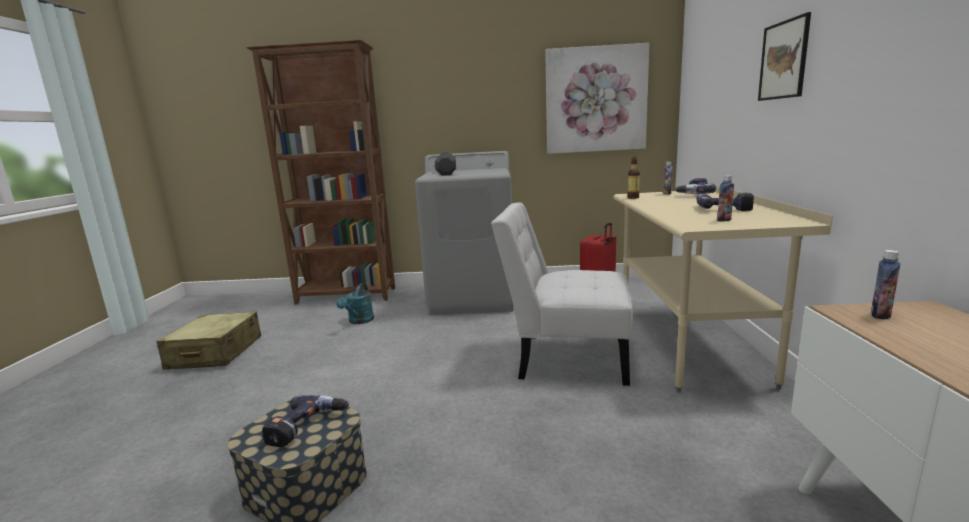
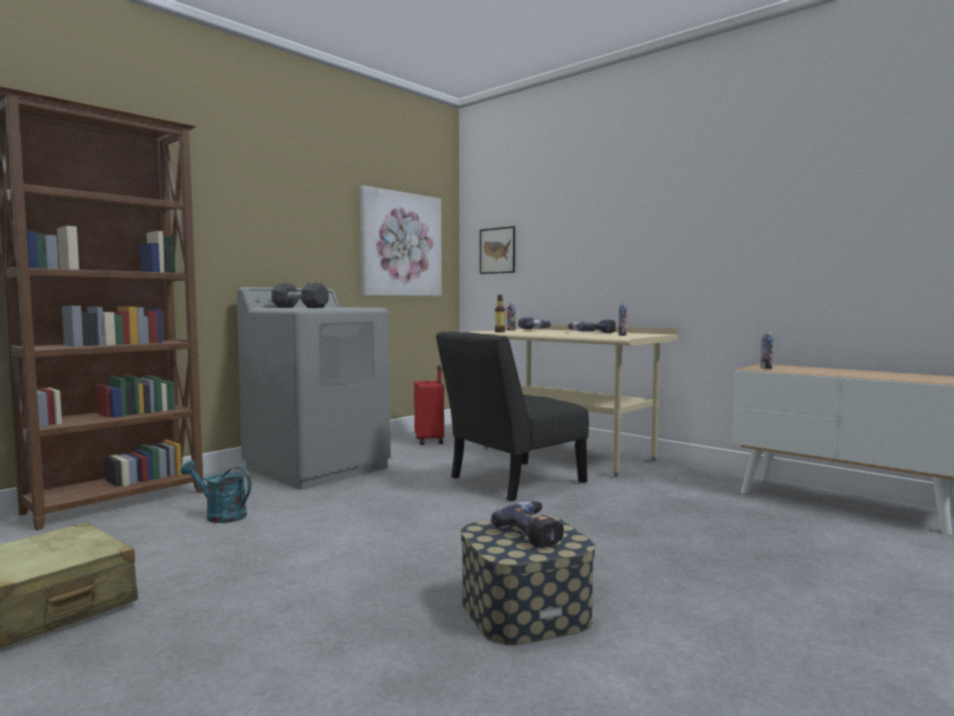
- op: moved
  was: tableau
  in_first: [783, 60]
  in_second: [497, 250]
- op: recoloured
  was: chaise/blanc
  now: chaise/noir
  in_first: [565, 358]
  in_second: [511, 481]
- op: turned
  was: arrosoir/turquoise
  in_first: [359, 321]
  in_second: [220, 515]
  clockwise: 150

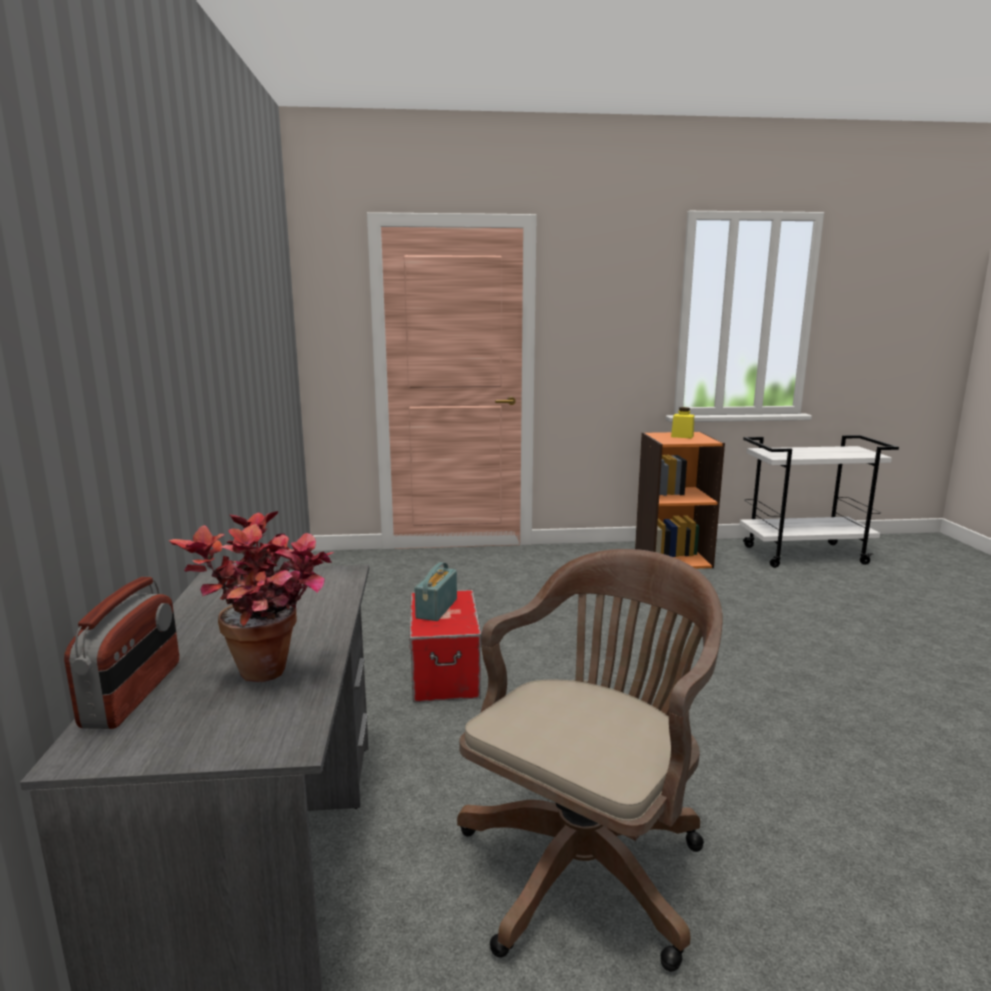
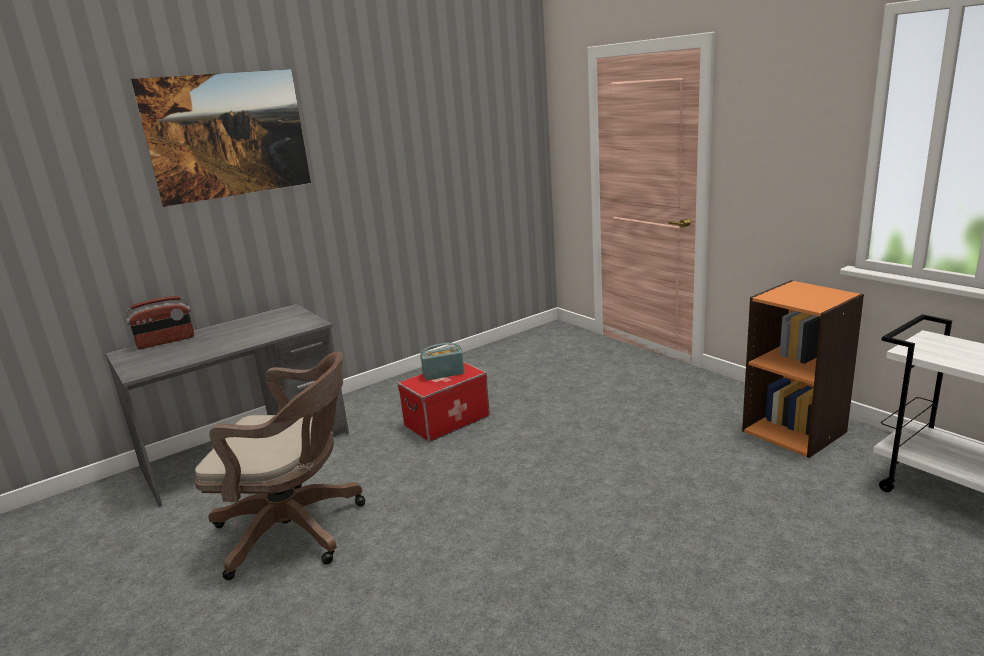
- op: removed
  was: bocal/jaune
  in_first: [682, 436]
- op: removed
  was: plante en pot
  in_first: [273, 678]
- op: added
  now: tableau
  in_second: [235, 165]

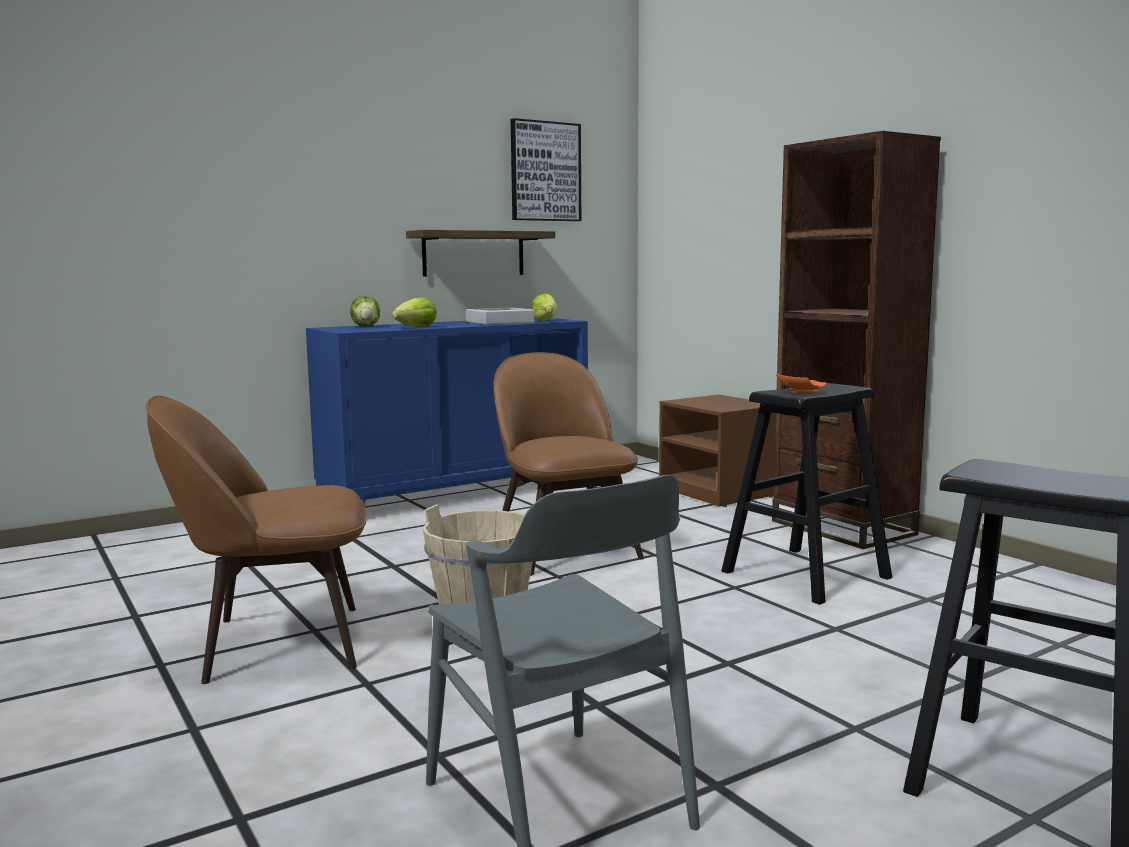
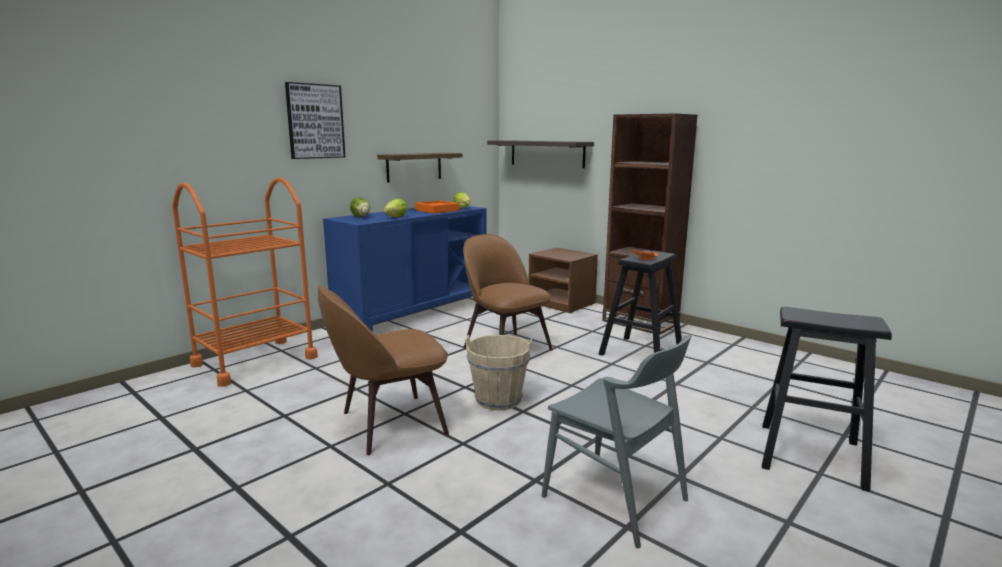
- op: moved
  was: tableau
  in_first: [545, 171]
  in_second: [315, 121]
- op: recoloured
  was: plateau/gris
  now: plateau/orange
  in_first: [499, 322]
  in_second: [437, 210]
- op: added
  now: étagère
  in_second: [547, 153]
- op: added
  now: chariot/orange
  in_second: [255, 361]

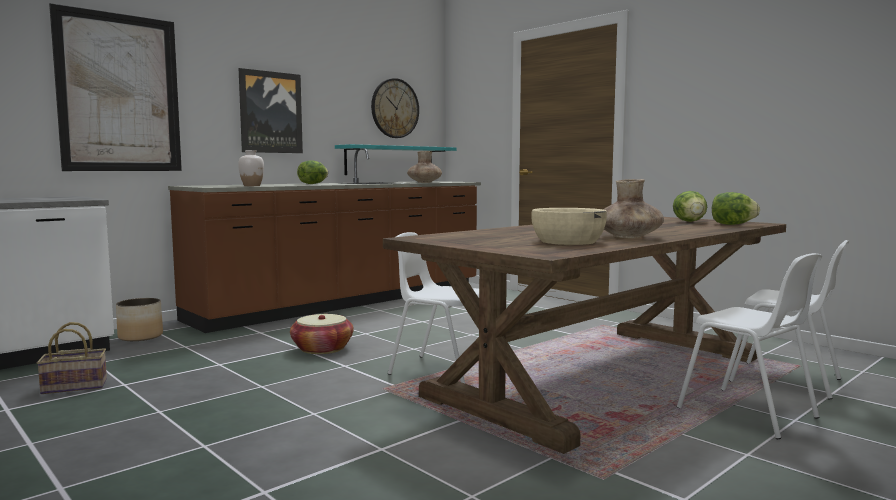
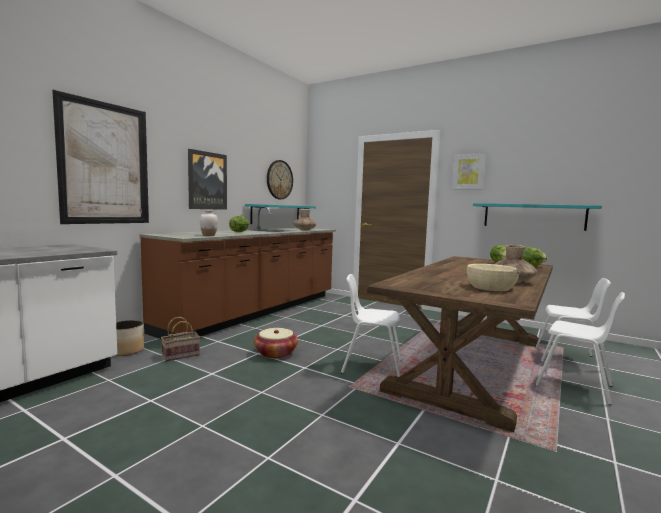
- op: moved
  was: panier
  in_first: [76, 386]
  in_second: [181, 355]
- op: added
  now: tableau
  in_second: [468, 171]
- op: added
  now: étagère/turquoise
  in_second: [533, 216]

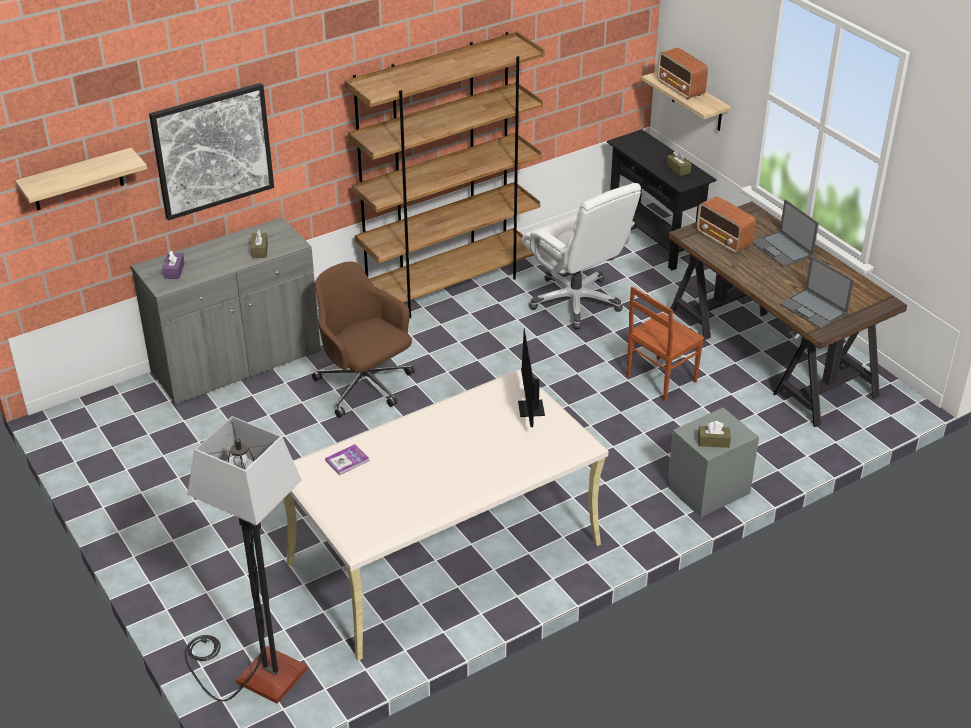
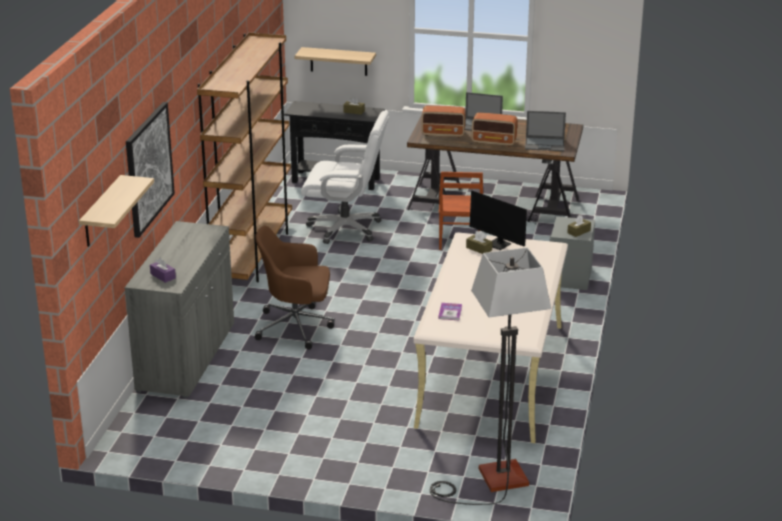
- op: moved
  was: radio
  in_first: [681, 89]
  in_second: [494, 142]
- op: moved
  was: boîte à mouchoirs/marron
  in_first: [259, 250]
  in_second: [479, 249]

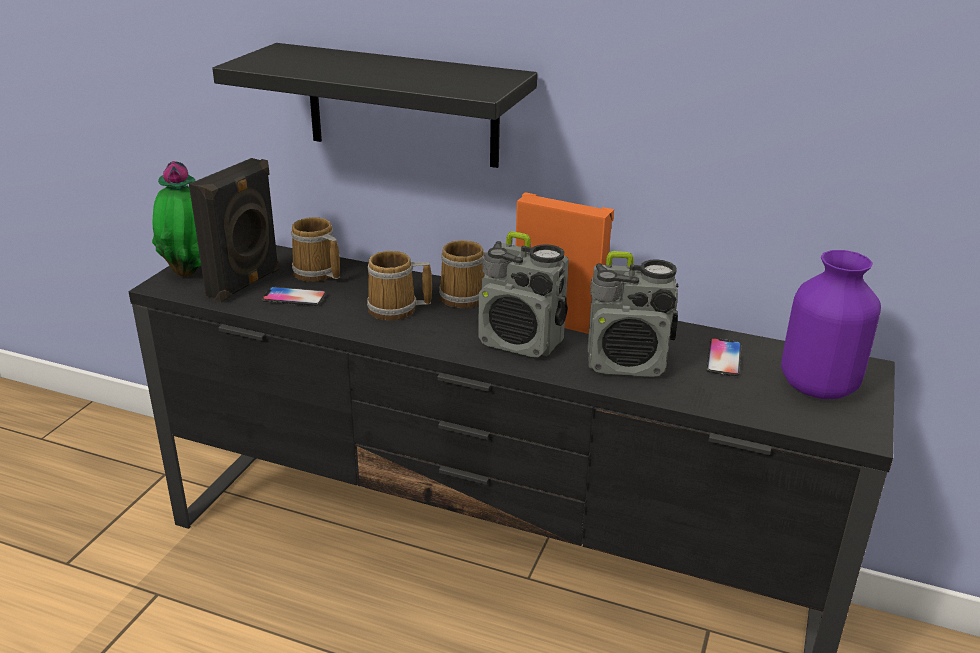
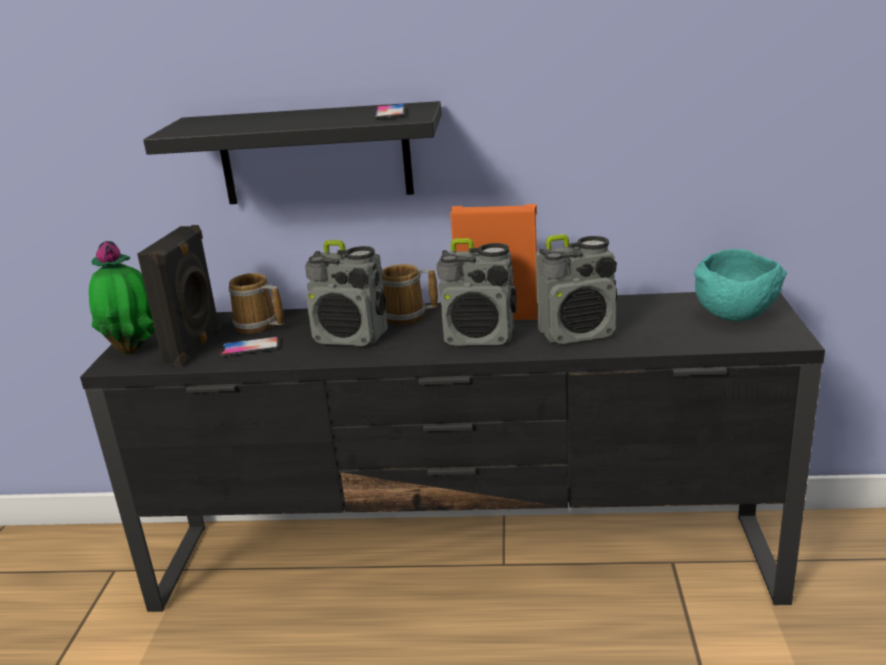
- op: replaced
  was: vase/violet
  now: bol/turquoise
  in_first: [819, 386]
  in_second: [736, 315]
- op: replaced
  was: mug
  now: radio
  in_first: [396, 310]
  in_second: [351, 337]
- op: moved
  was: téléphone
  in_first: [723, 358]
  in_second: [390, 113]

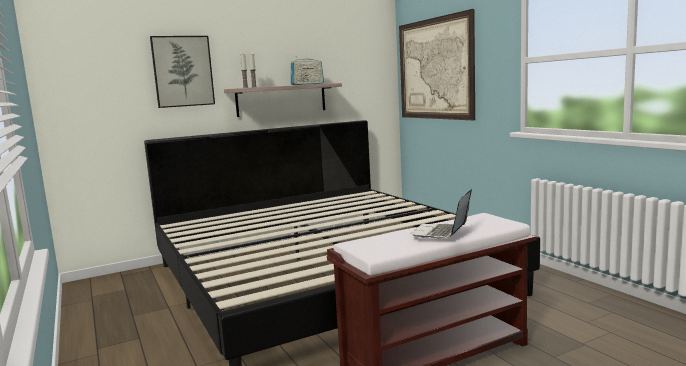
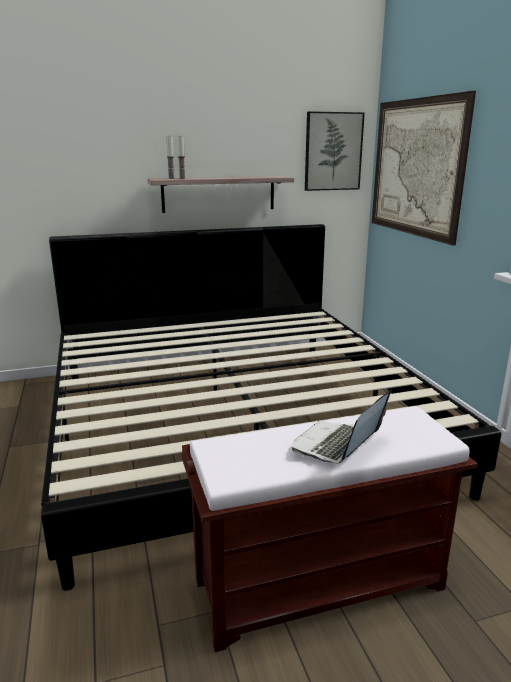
- op: moved
  was: tableau
  in_first: [183, 71]
  in_second: [333, 151]
- op: removed
  was: radio
  in_first: [307, 84]

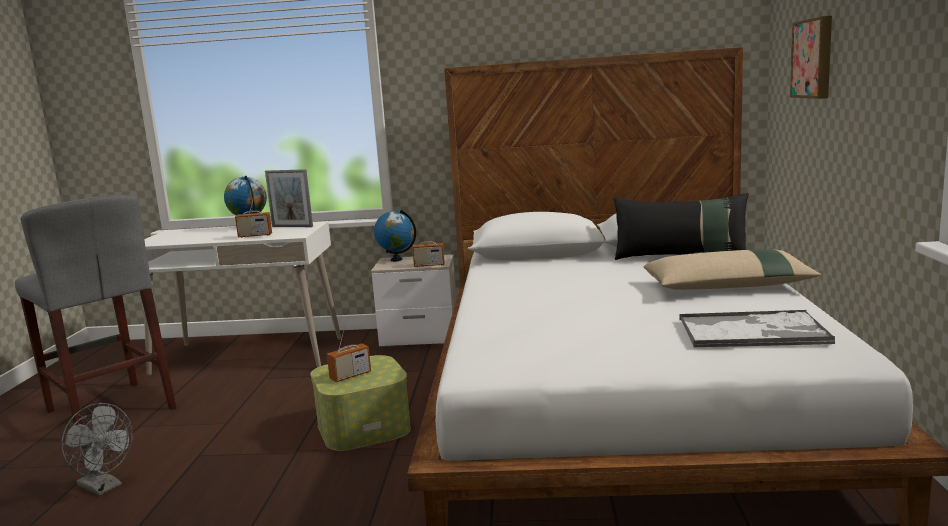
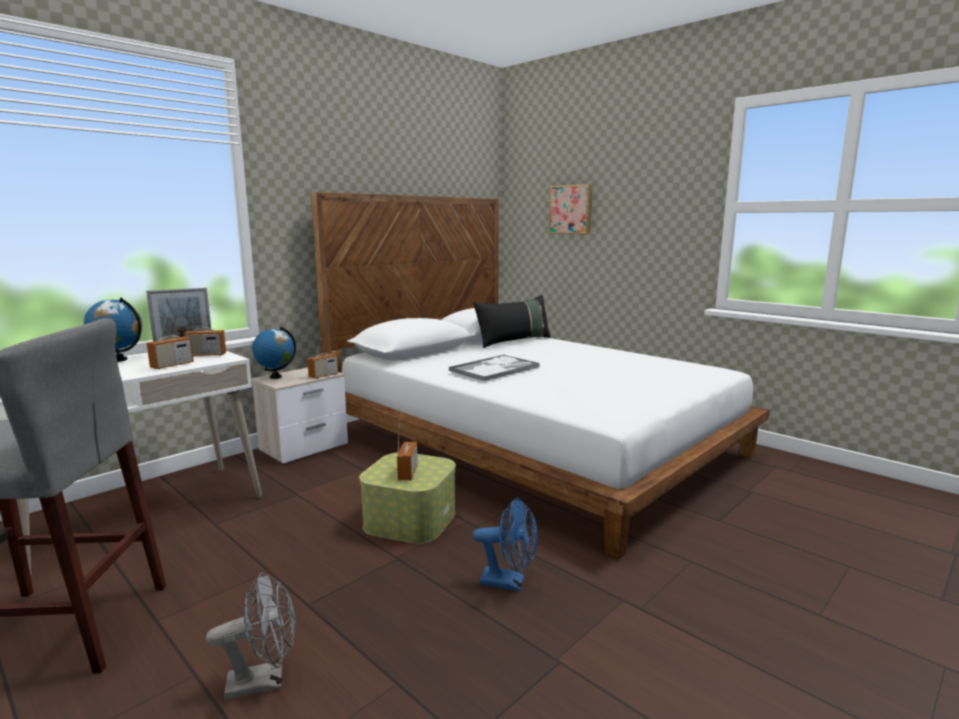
- op: removed
  was: coussin/beige
  in_first: [728, 286]
- op: moved
  was: plateau
  in_first: [753, 331]
  in_second: [495, 369]
- op: added
  now: radio
  in_second: [206, 355]
- op: added
  now: ventilateur/bleu
  in_second: [509, 582]

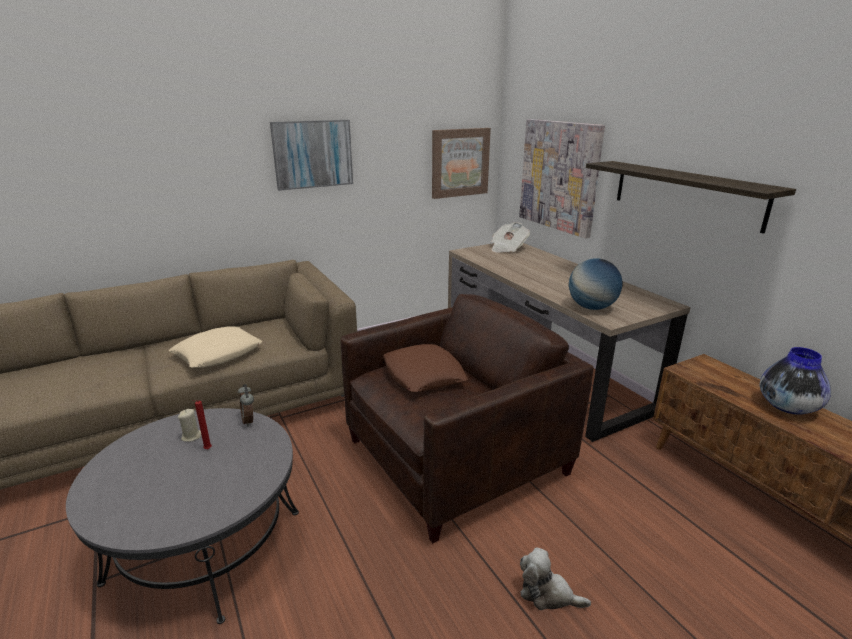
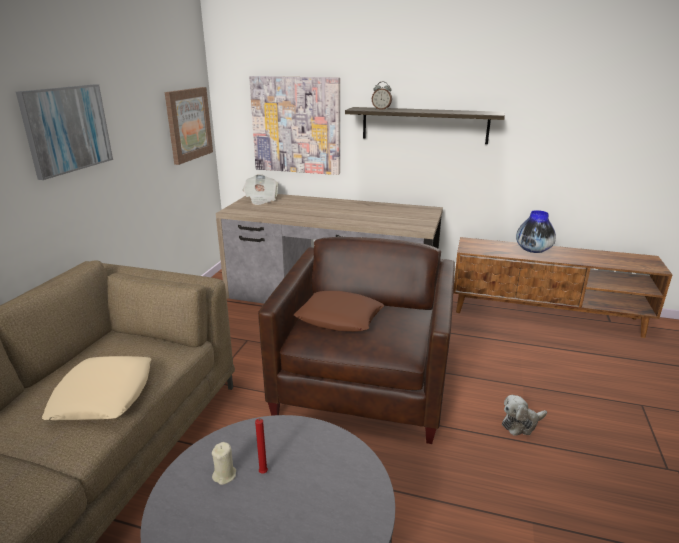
- op: removed
  was: globe
  in_first: [591, 307]
- op: moved
  was: réveil
  in_first: [249, 420]
  in_second: [381, 109]

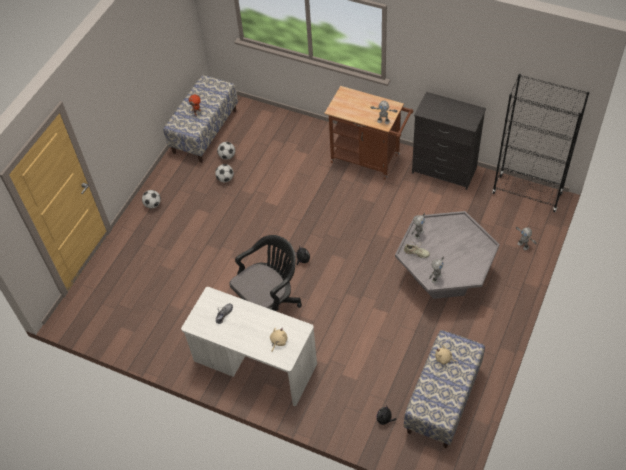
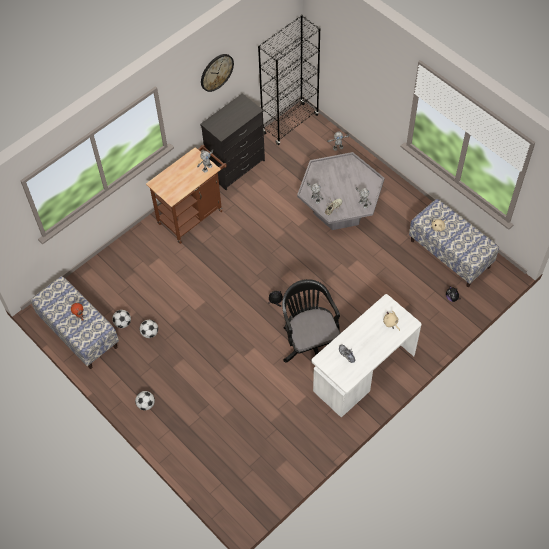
- op: added
  now: horloge murale
  in_second: [216, 72]

